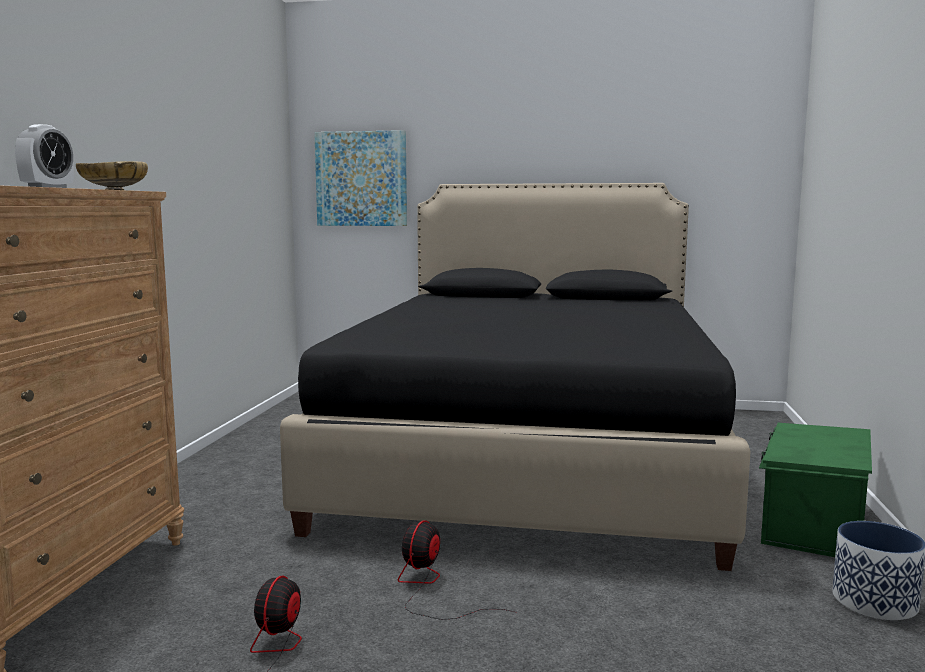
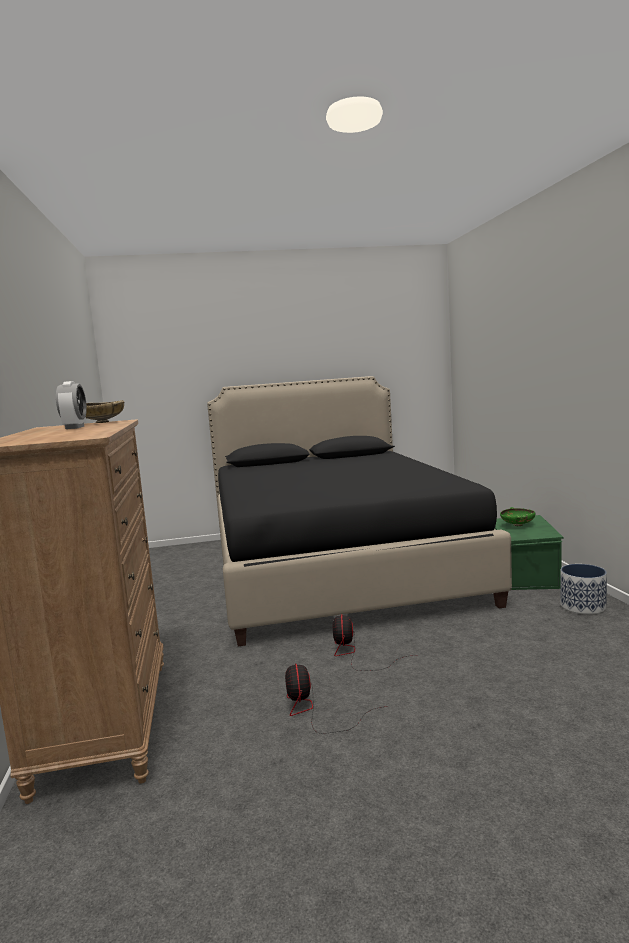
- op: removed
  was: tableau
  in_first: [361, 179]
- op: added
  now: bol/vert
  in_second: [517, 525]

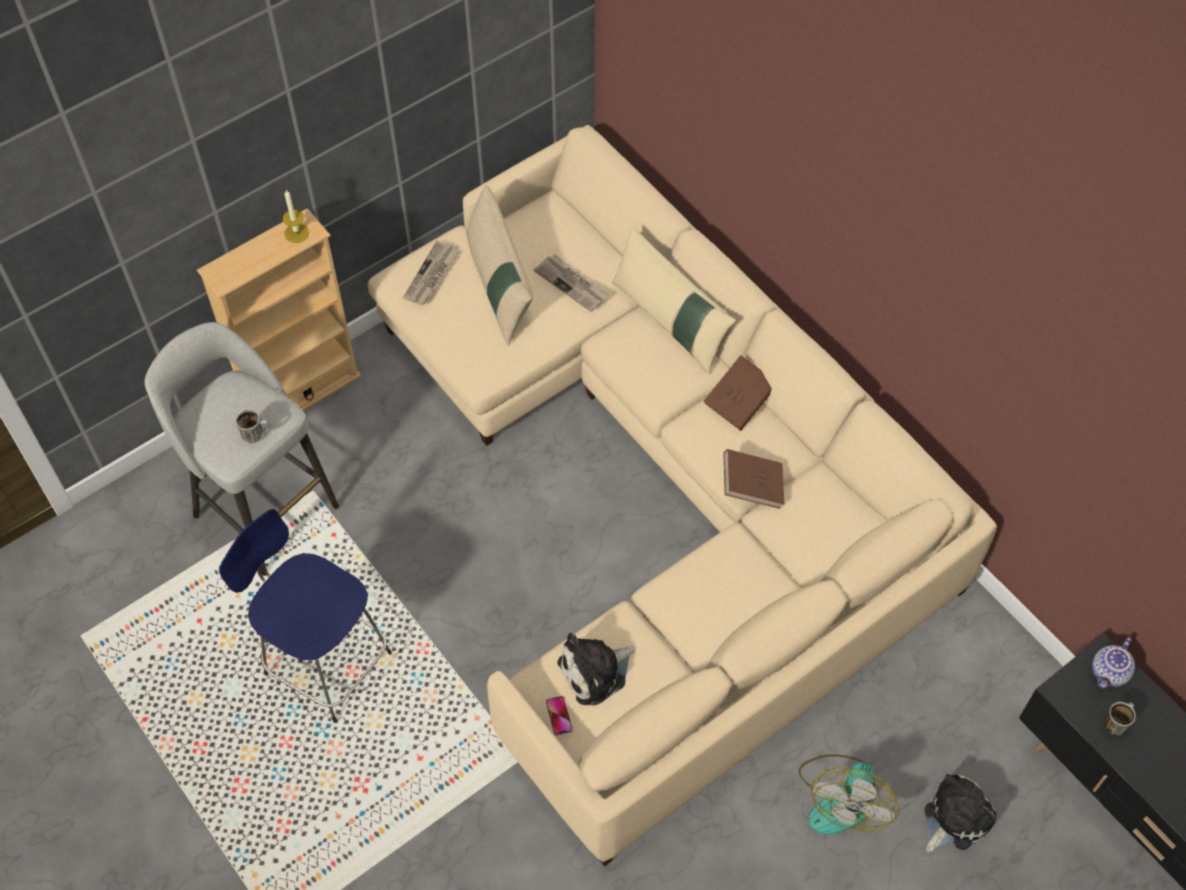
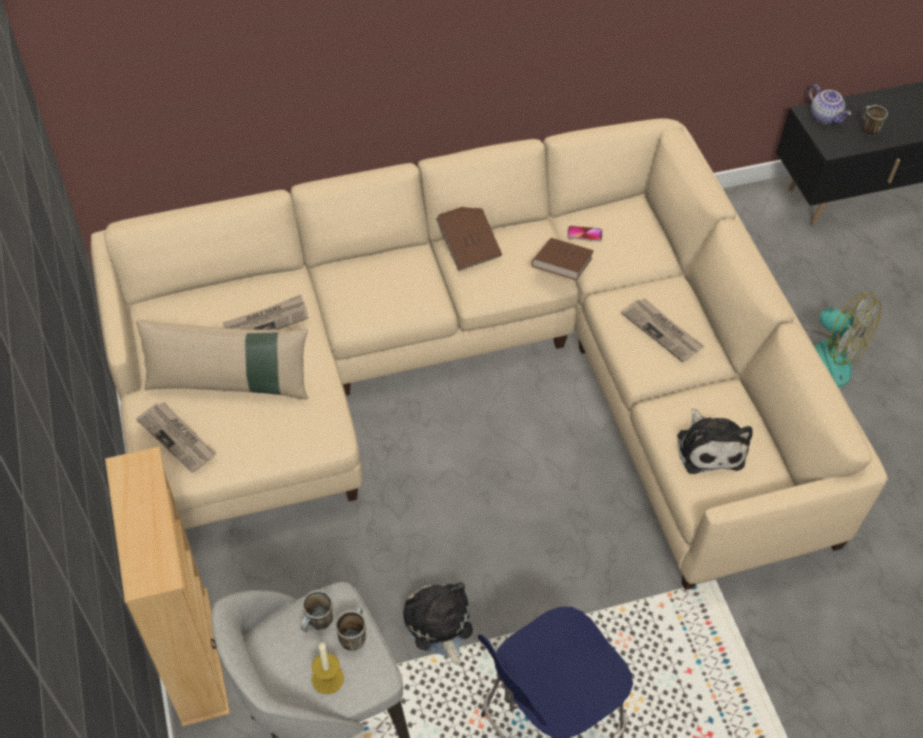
- op: moved
  was: bougie
  in_first: [296, 233]
  in_second: [327, 678]
- op: removed
  was: coussin/beige
  in_first: [670, 322]
- op: moved
  was: téléphone
  in_first: [559, 716]
  in_second: [584, 234]
- op: moved
  was: peluche
  in_first: [954, 818]
  in_second: [439, 626]
- op: added
  now: journal
  in_second: [662, 331]
- op: added
  now: mug
  in_second: [318, 624]

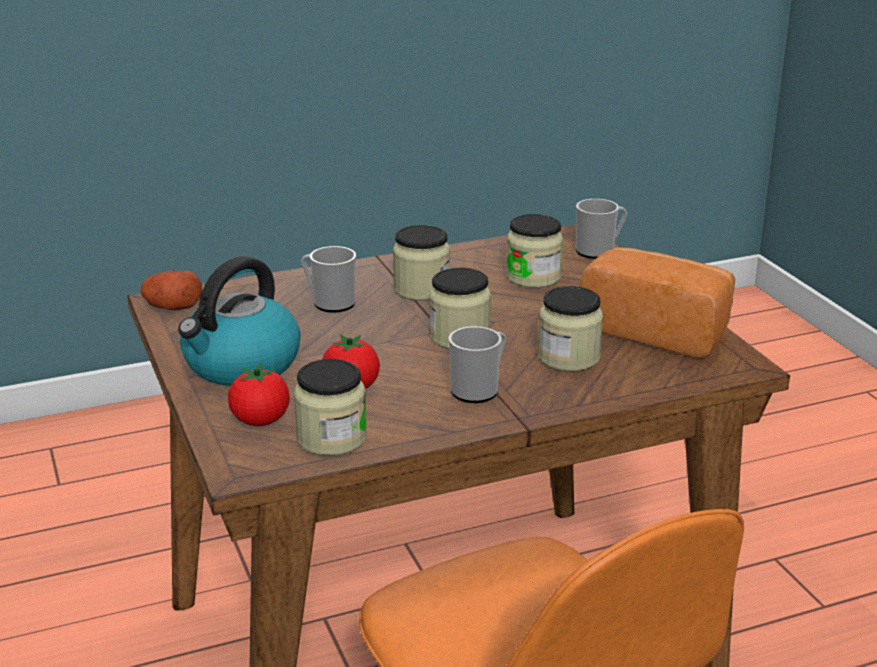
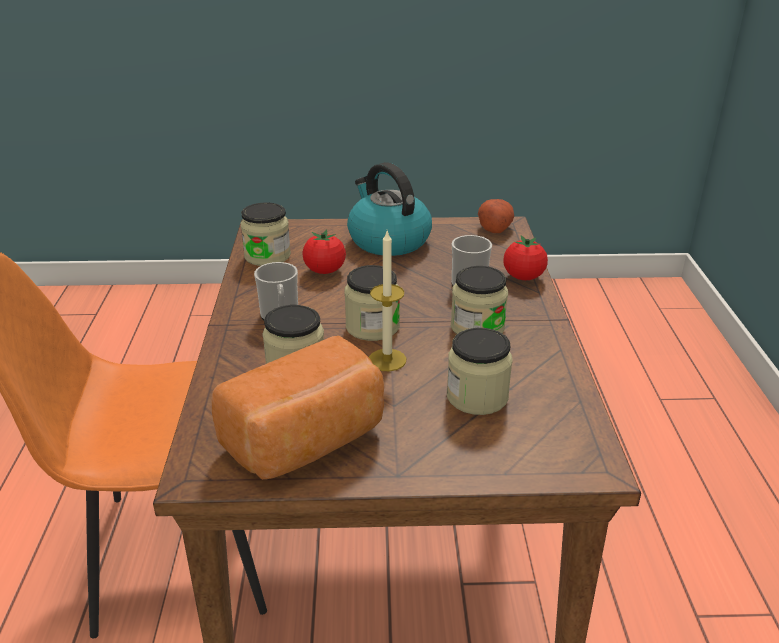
- op: removed
  was: mug
  in_first: [599, 251]
- op: moved
  was: tomate
  in_first: [260, 421]
  in_second: [523, 277]
- op: added
  now: bougie
  in_second: [387, 360]

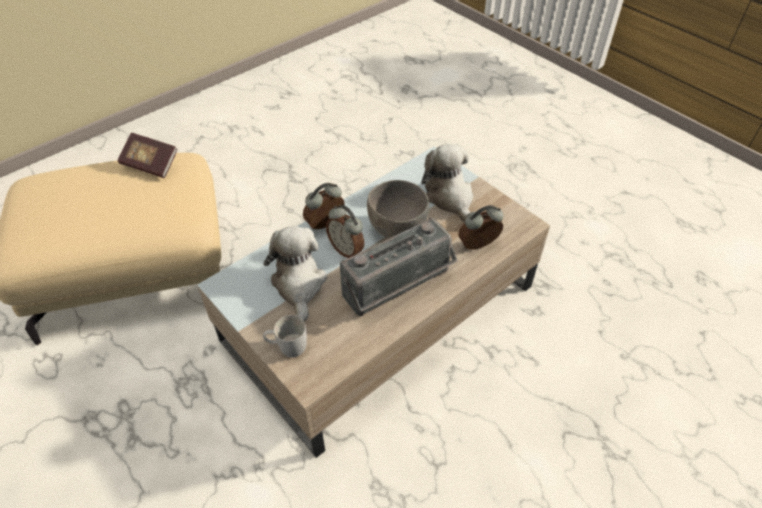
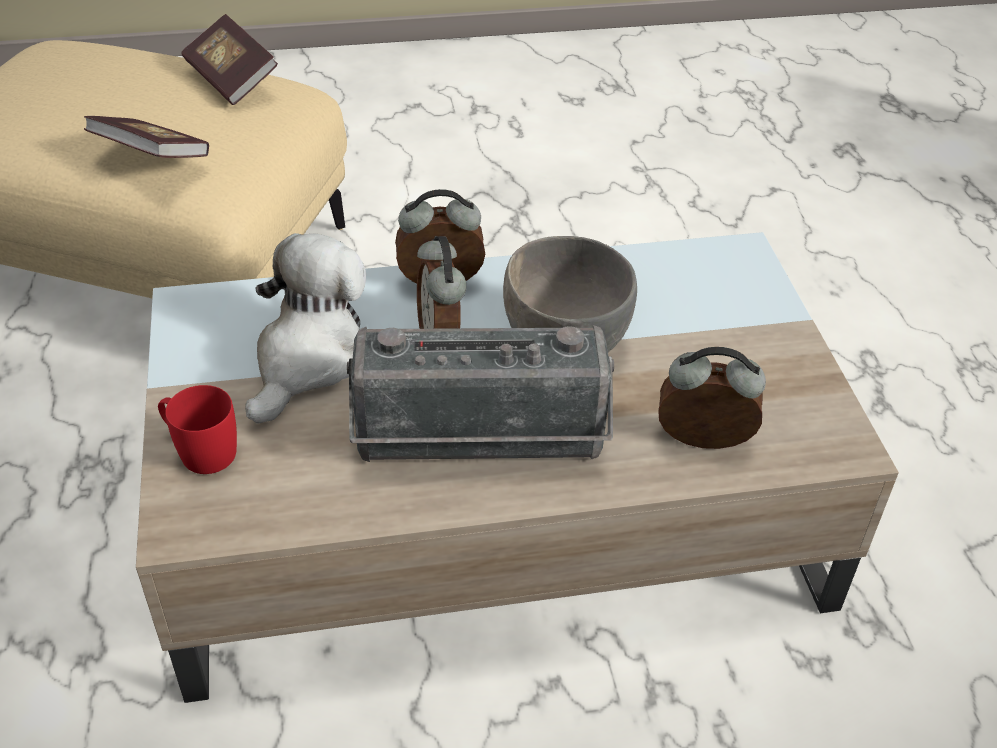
- op: removed
  was: peluche
  in_first: [450, 198]
- op: recoloured
  was: mug/blanc
  now: mug/rouge
  in_first: [287, 346]
  in_second: [199, 450]
- op: added
  now: livre
  in_second: [151, 157]

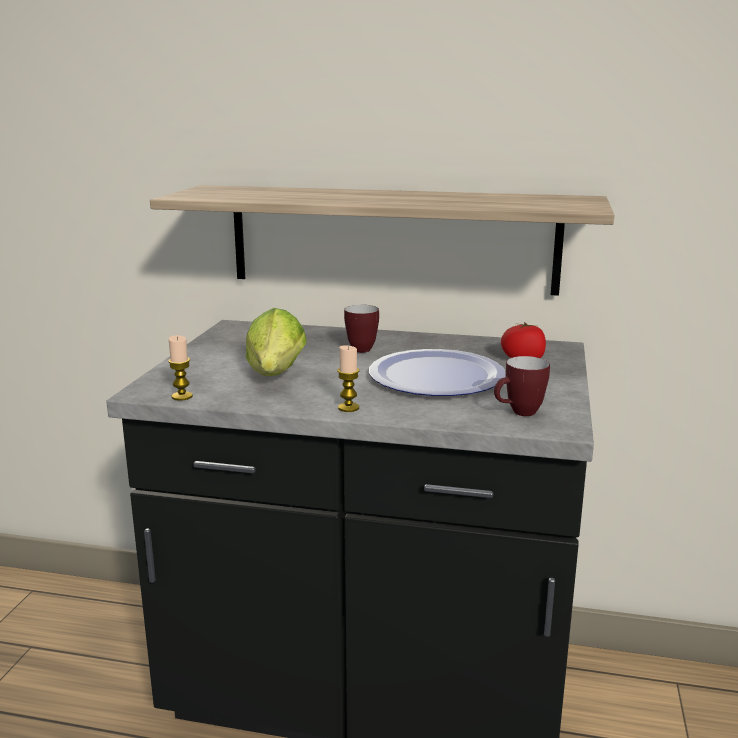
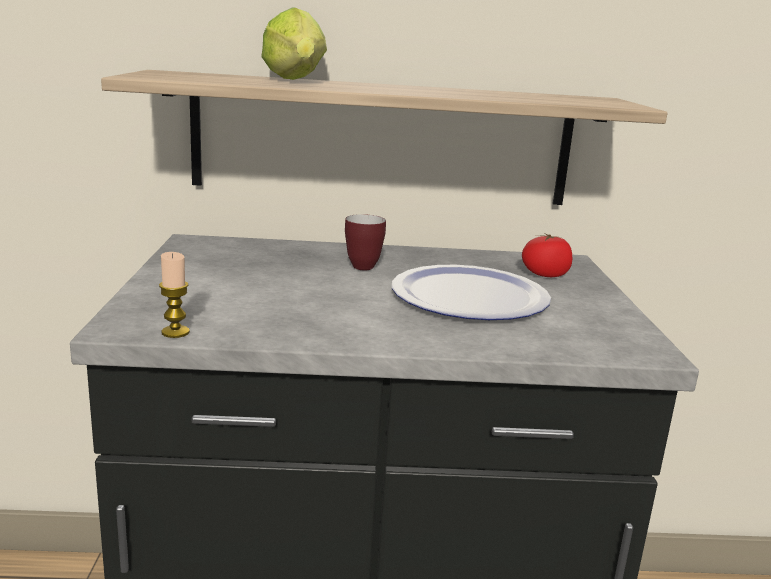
- op: moved
  was: laitue
  in_first: [275, 376]
  in_second: [296, 81]
- op: removed
  was: bougie
  in_first: [348, 408]
- op: removed
  was: mug
  in_first: [519, 413]

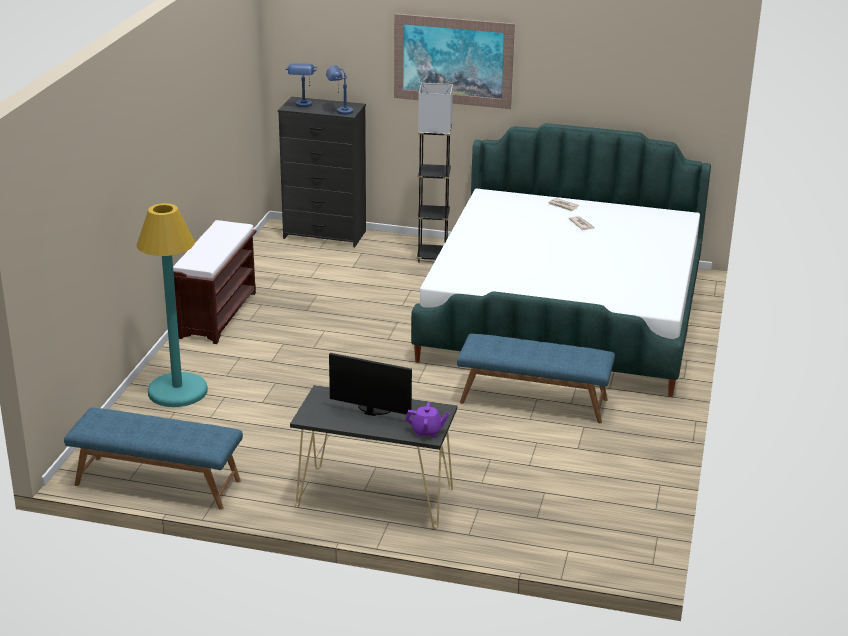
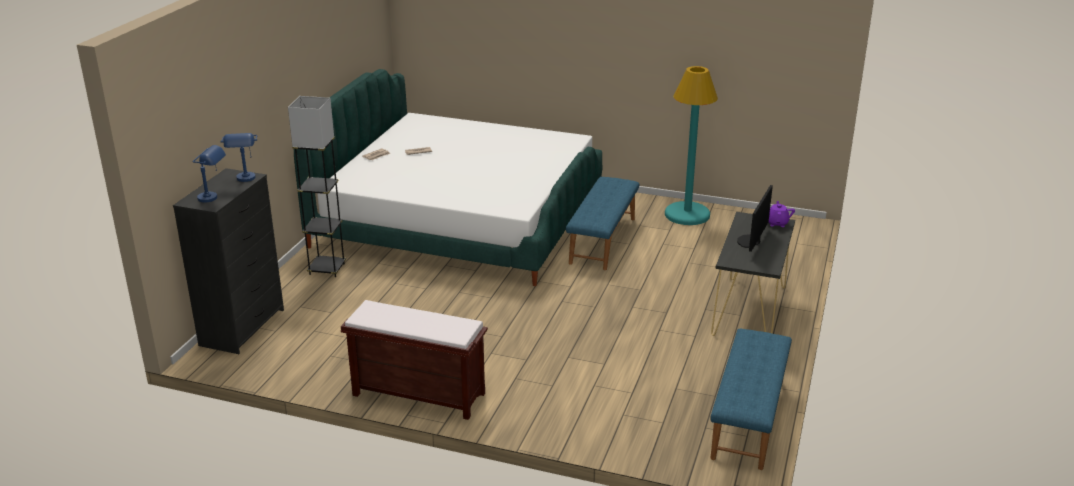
- op: removed
  was: tableau
  in_first: [453, 61]
- op: moved
  was: lampadaire/turquoise
  in_first: [177, 391]
  in_second: [687, 214]

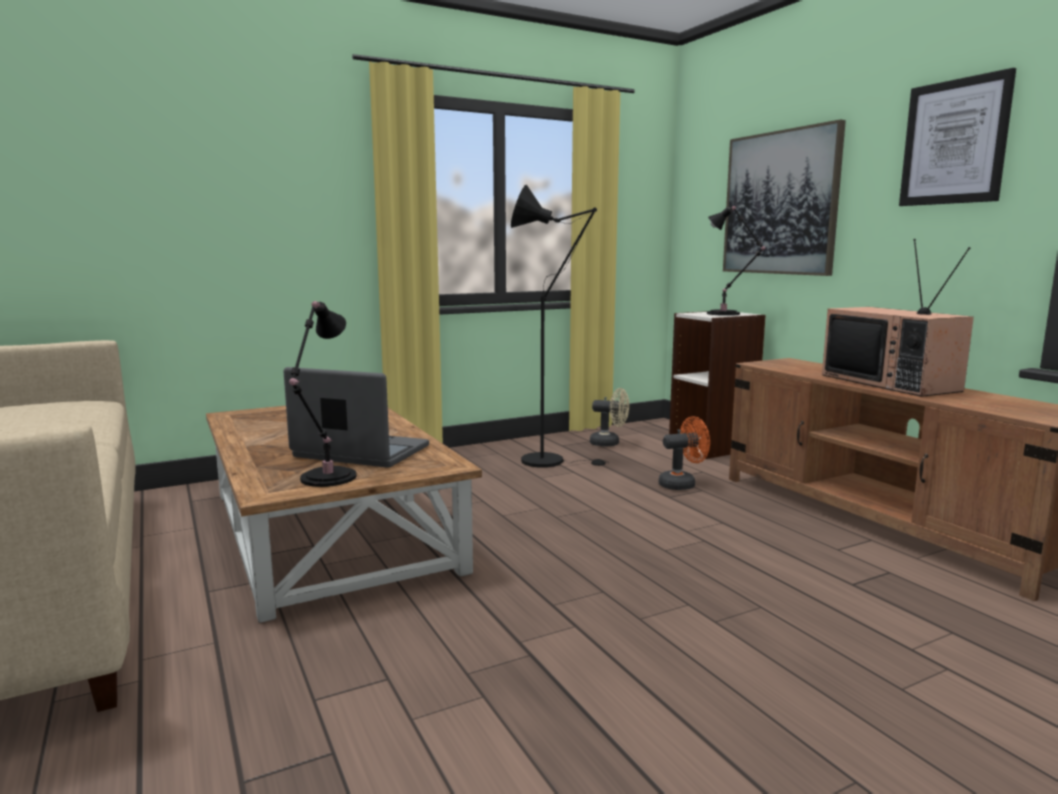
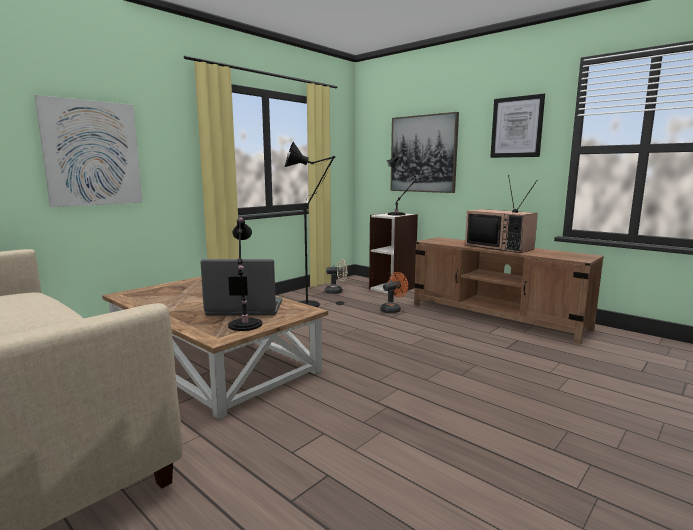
- op: added
  now: tableau
  in_second: [92, 153]

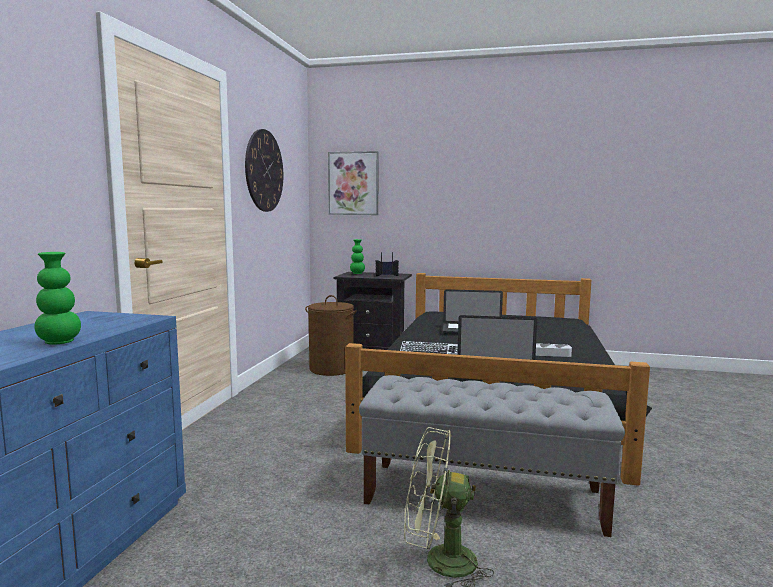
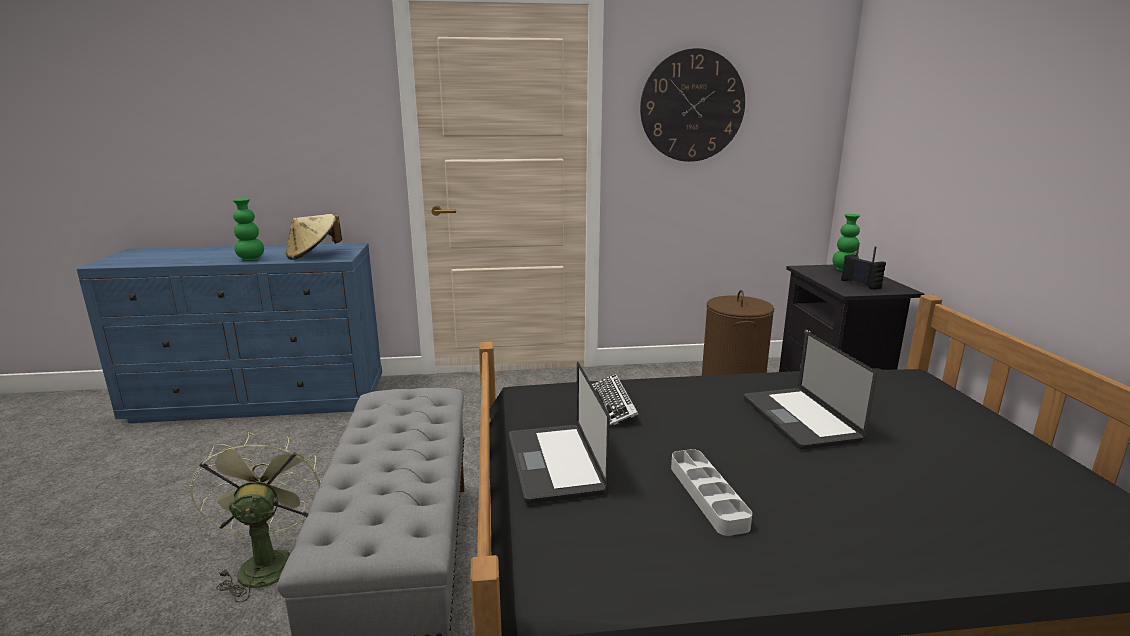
- op: removed
  was: tableau
  in_first: [353, 183]
- op: added
  now: chapeau/beige
  in_second: [313, 255]

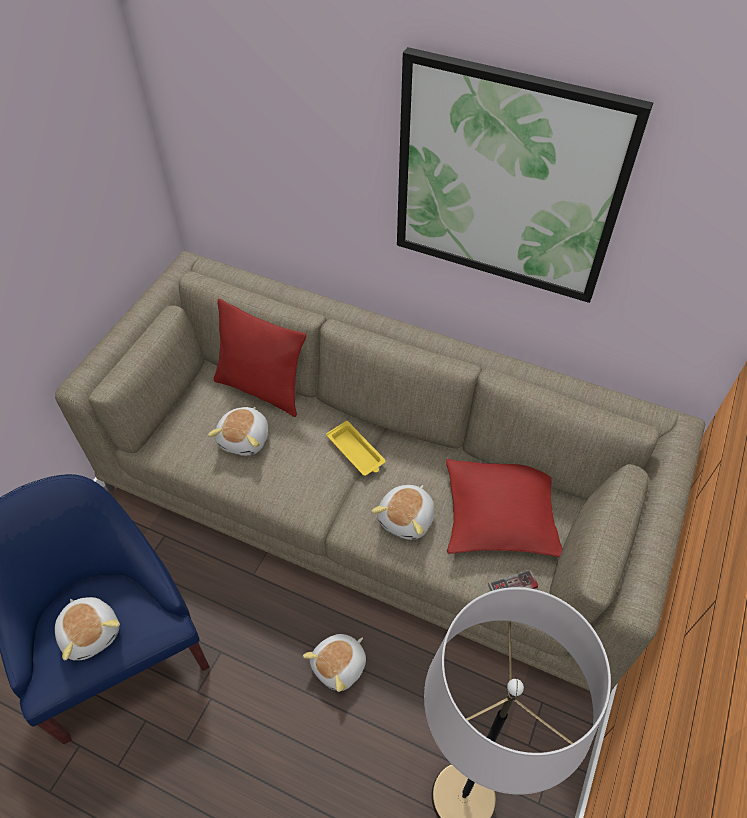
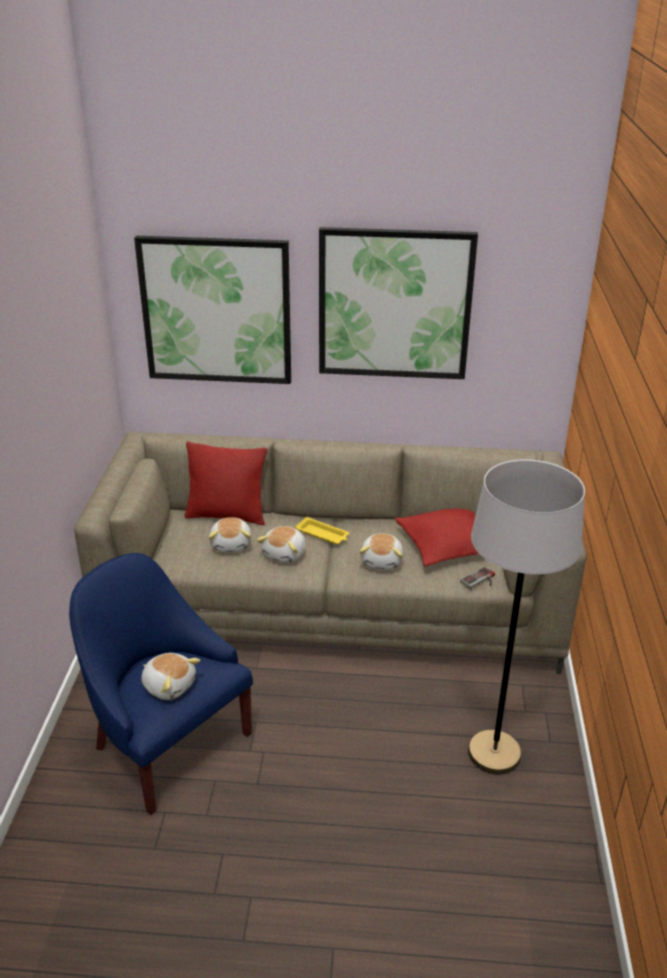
- op: moved
  was: peluche
  in_first: [340, 666]
  in_second: [285, 554]
- op: added
  now: tableau
  in_second: [216, 311]

